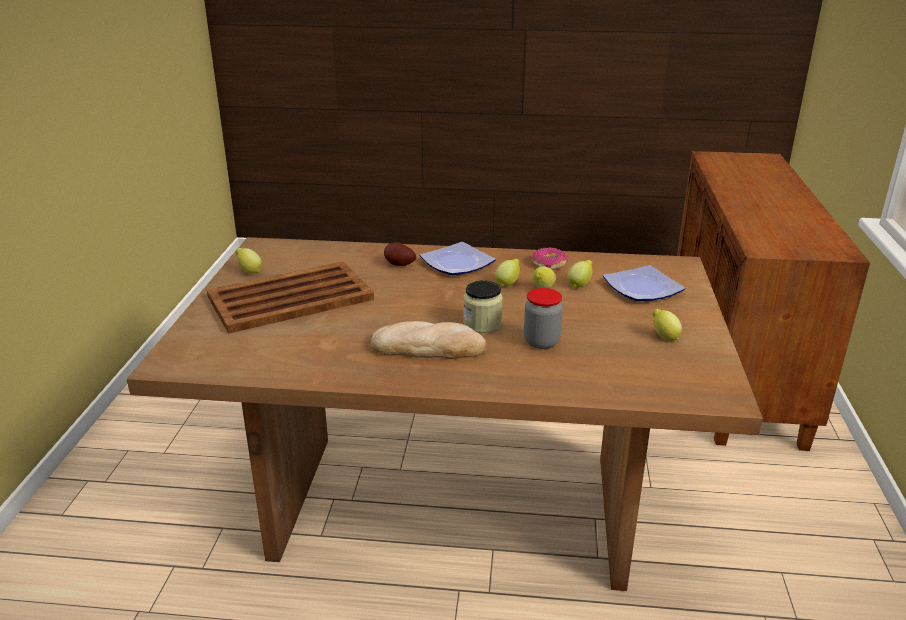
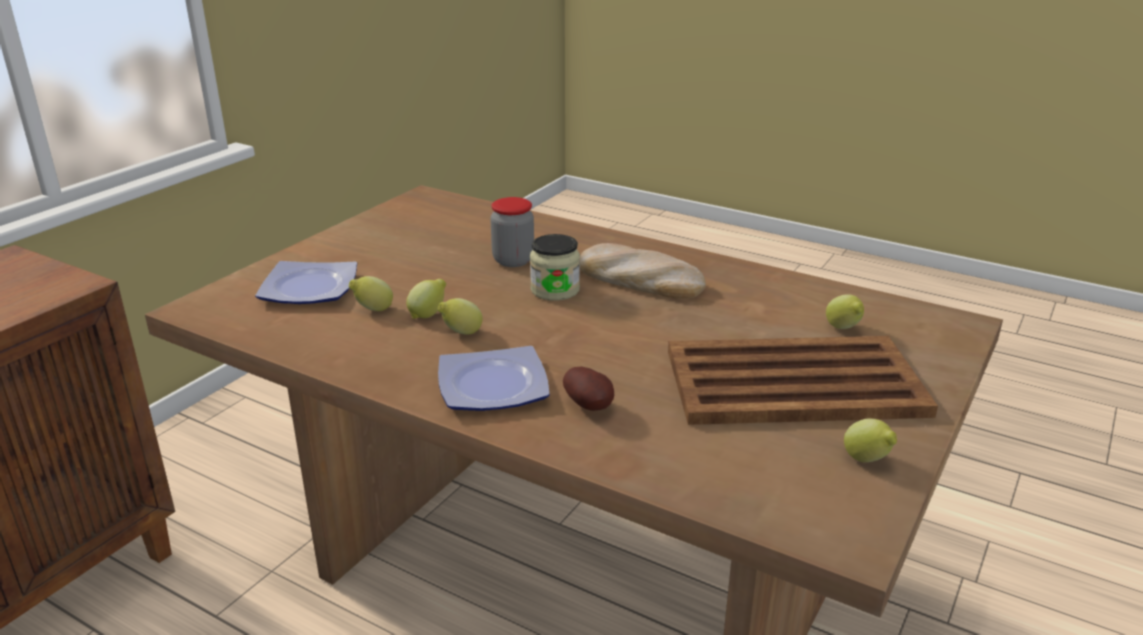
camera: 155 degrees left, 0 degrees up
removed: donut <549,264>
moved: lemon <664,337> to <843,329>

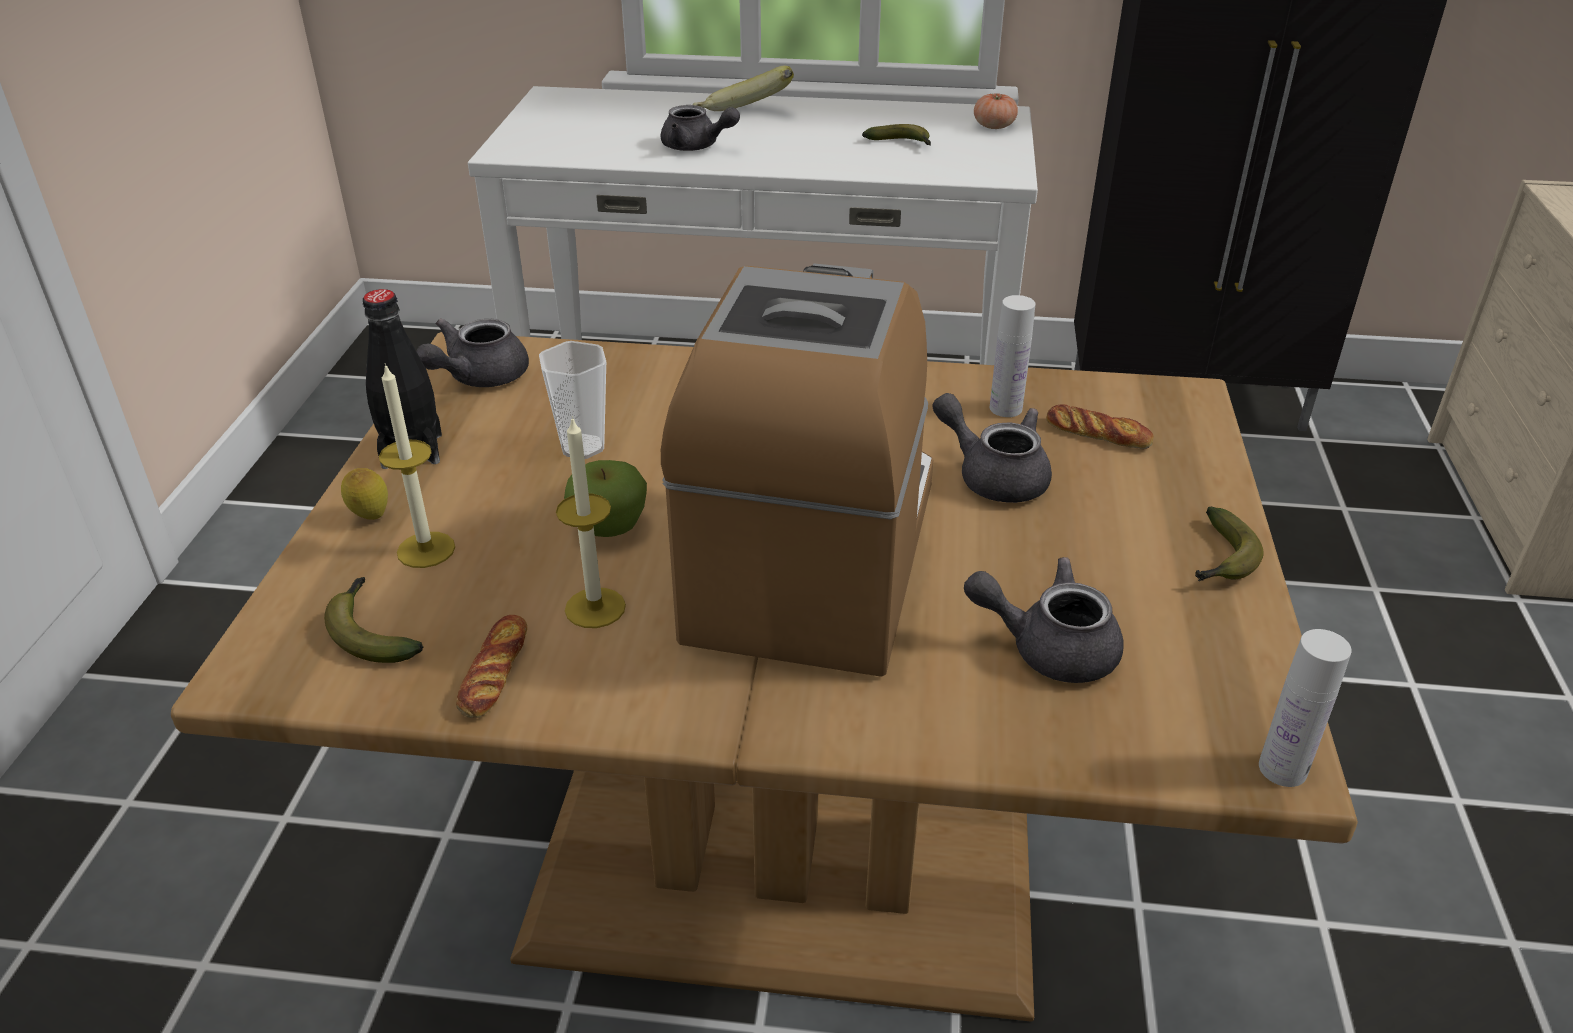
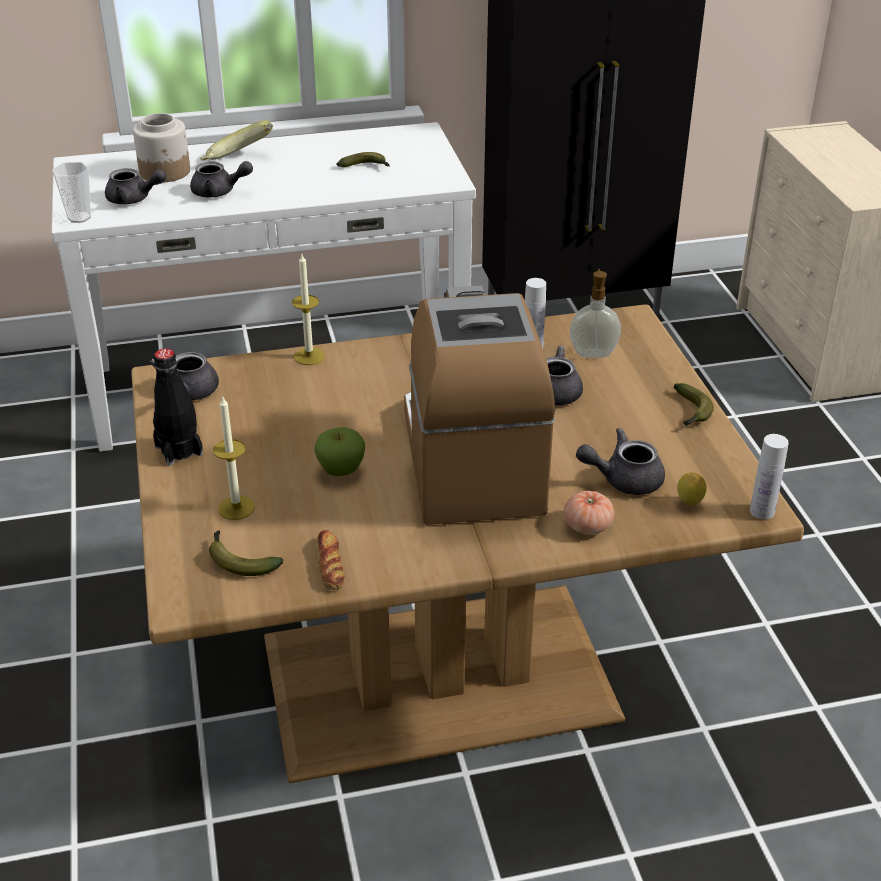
camera: 20 degrees left, 0 degrees up
added: grey teapot <134,199>; jar <165,172>
moved: lemon <370,518> to <689,504>; cup <582,447> to <79,218>; candle <595,608> to <309,356>; tomato <994,126> to <587,526>
replaced: bread <1098,434> to soap dispenser <593,353>

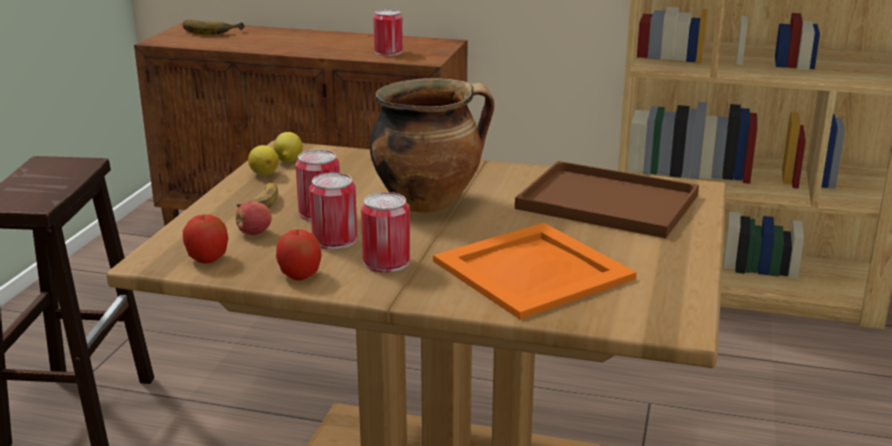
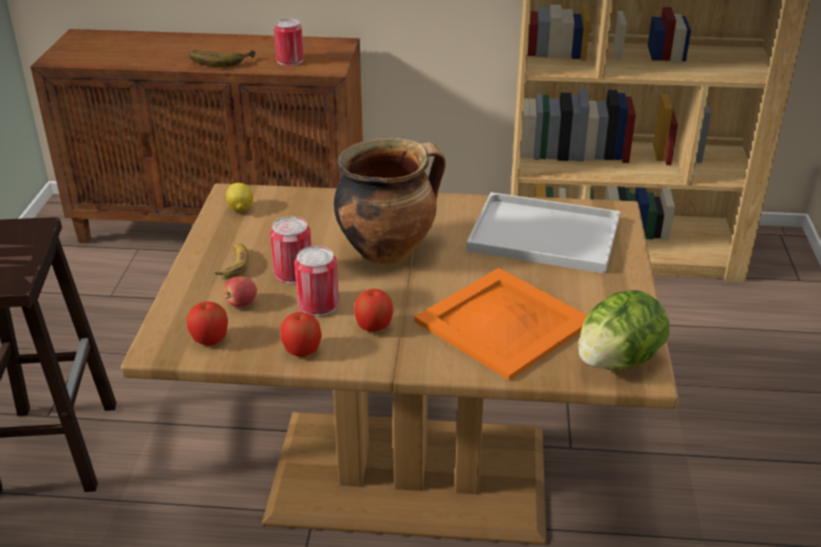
camera: 10 degrees left, 10 degrees up
removed: lemon <264,173>
added: lettuce <618,360>
moved: banana <211,30> to <220,59>
replaced: can <386,262> to apple <373,326>
recoloured: brown tray <611,202> to white tray <547,234>

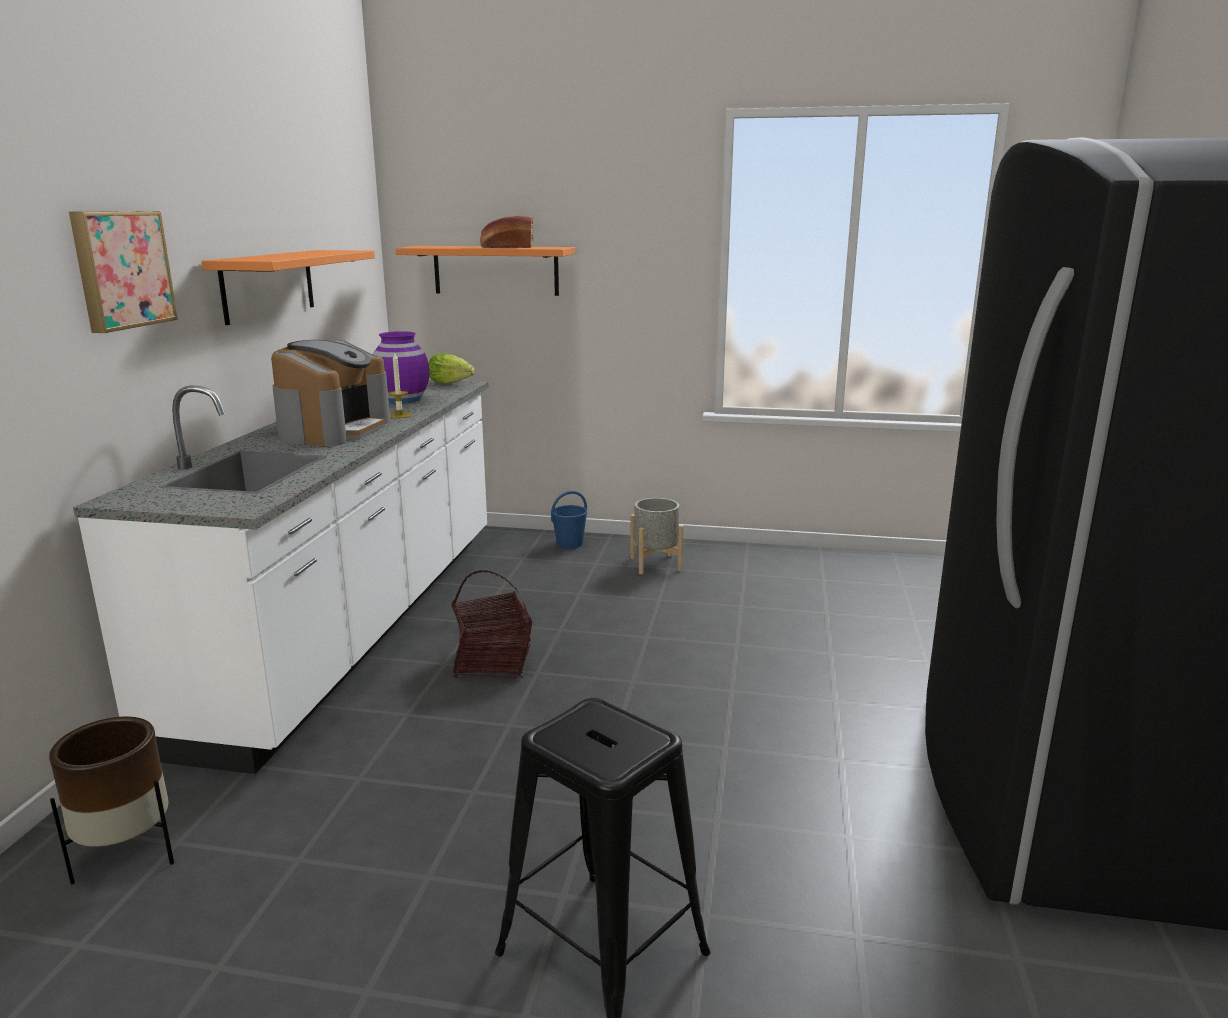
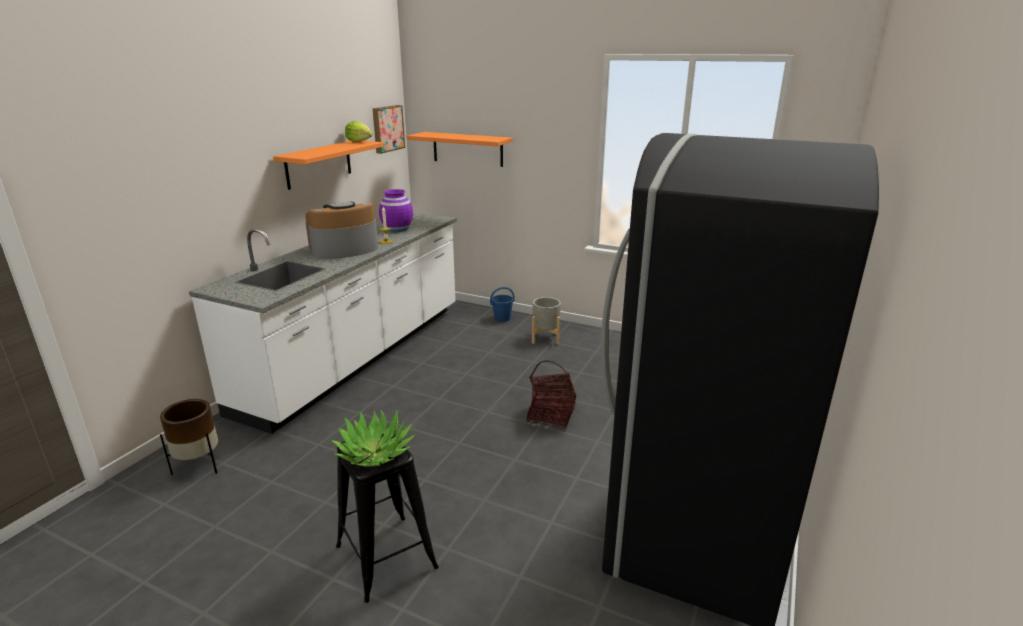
camera: 15 degrees right, 5 degrees up
removed: bread <506,247>
added: potted plant <375,453>
moved: picture <121,269> to <387,128>; lettuce <450,383> to <359,142>; basket <493,662> to <551,415>
turned: coffee machine <334,430> = <344,250> 150 degrees counterclockwise

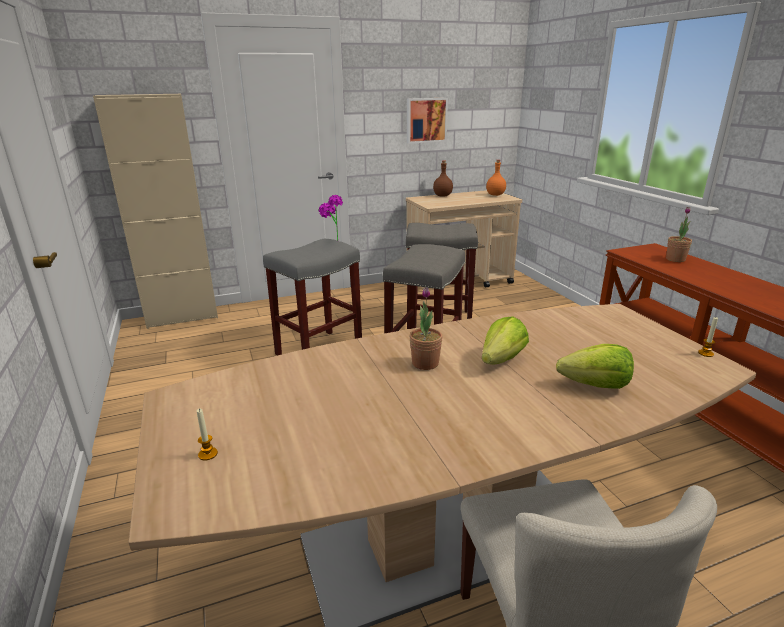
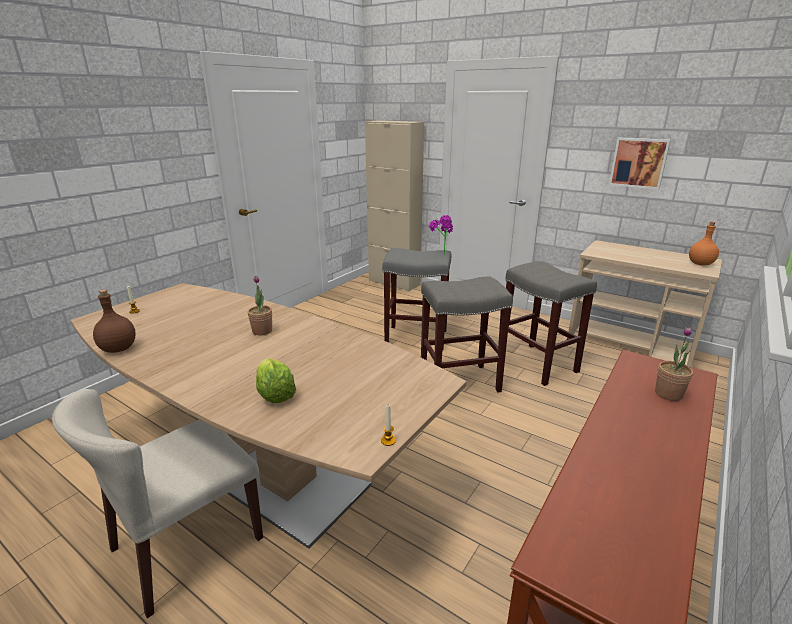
camera: 55 degrees right, 0 degrees up
removed: lettuce <501,360>
moved: brown bottle <443,195> to <119,349>

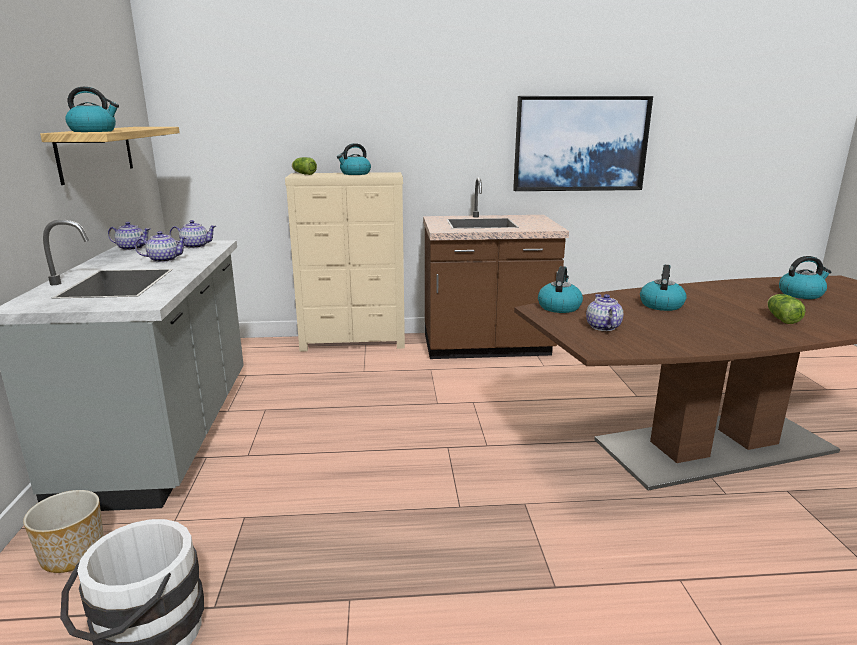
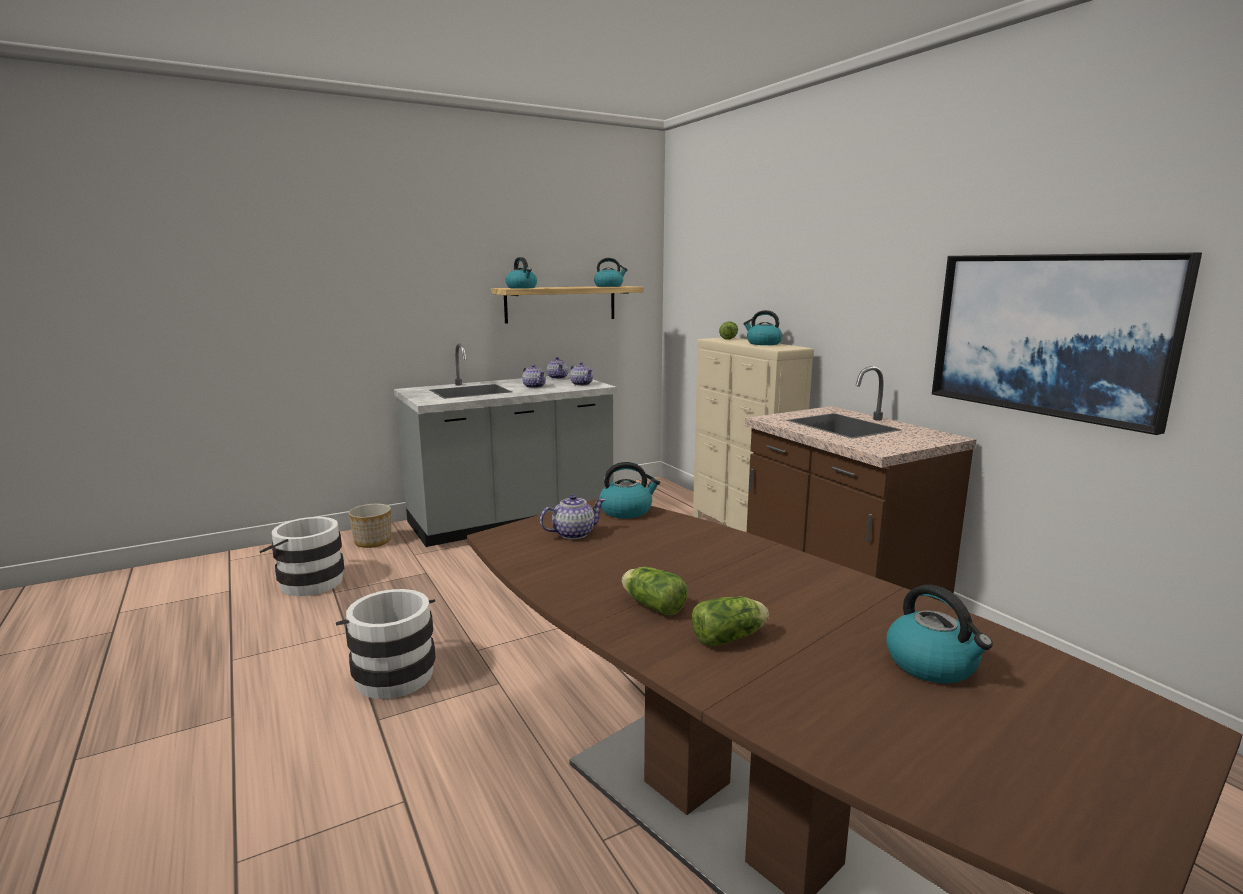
camera: 65 degrees right, 5 degrees down
added: white bucket <392,672>; lettuce <651,605>
moved: kettle <661,305> to <609,286>

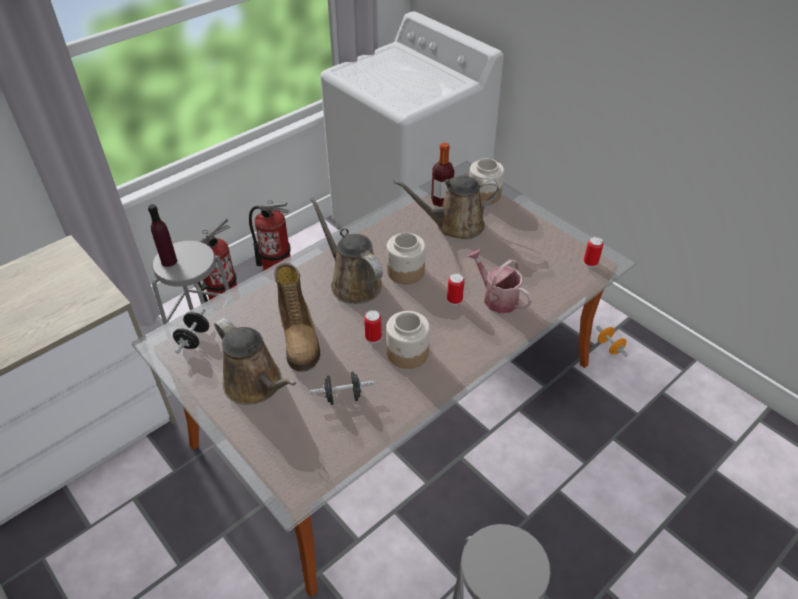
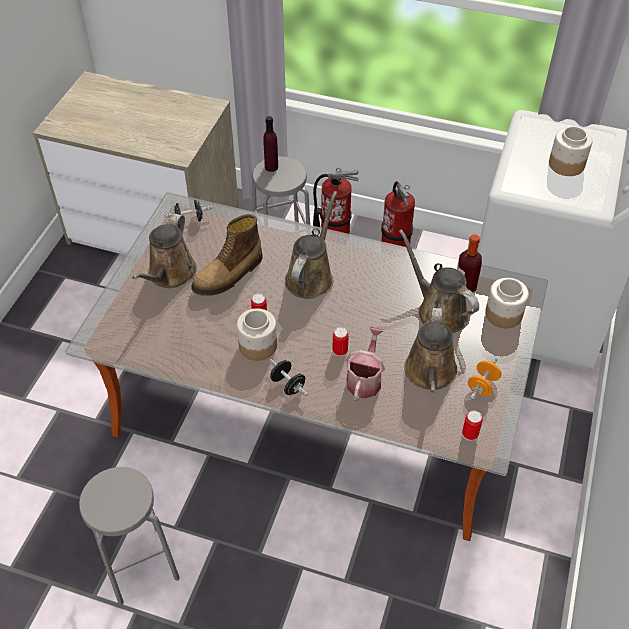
camera: 60 degrees right, 5 degrees up
added: brown watering can <430,373>
moved: black dumbbell <343,397> to <288,385>; jar <405,272> to <566,164>; orange dumbbell <609,347> to <482,386>

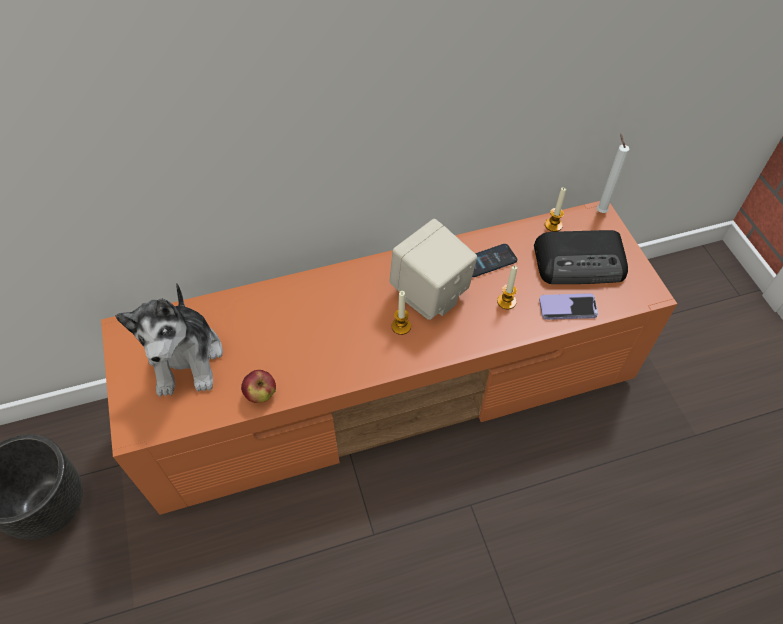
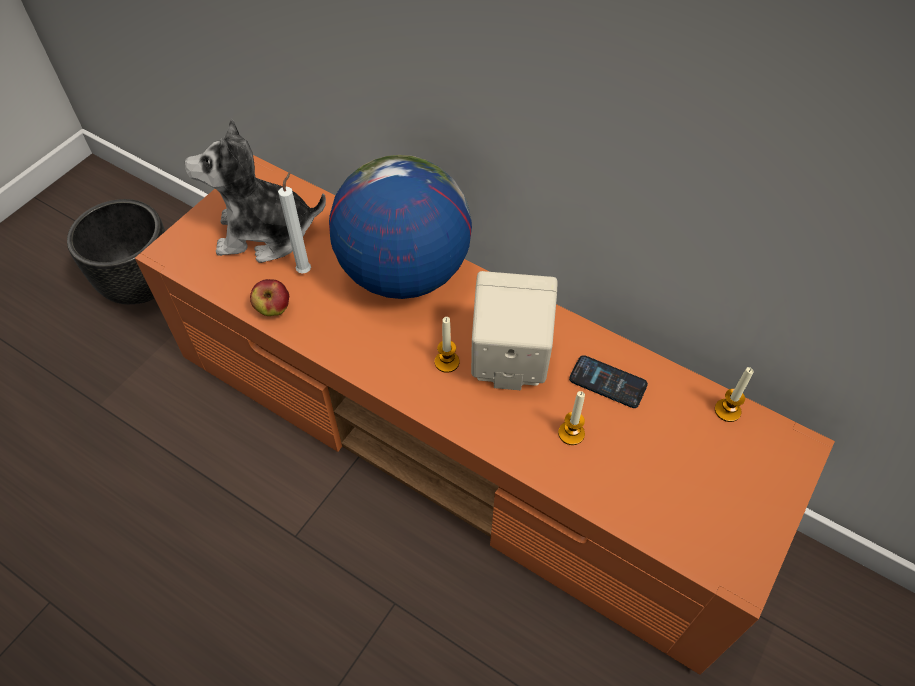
camera: 50 degrees right, 0 degrees up
removed: radio <581,262>; phone <568,308>
added: globe <403,273>
moved: white candle <600,210> to <305,270>
turned: plush toy <186,358> = <265,233> 45 degrees clockwise

